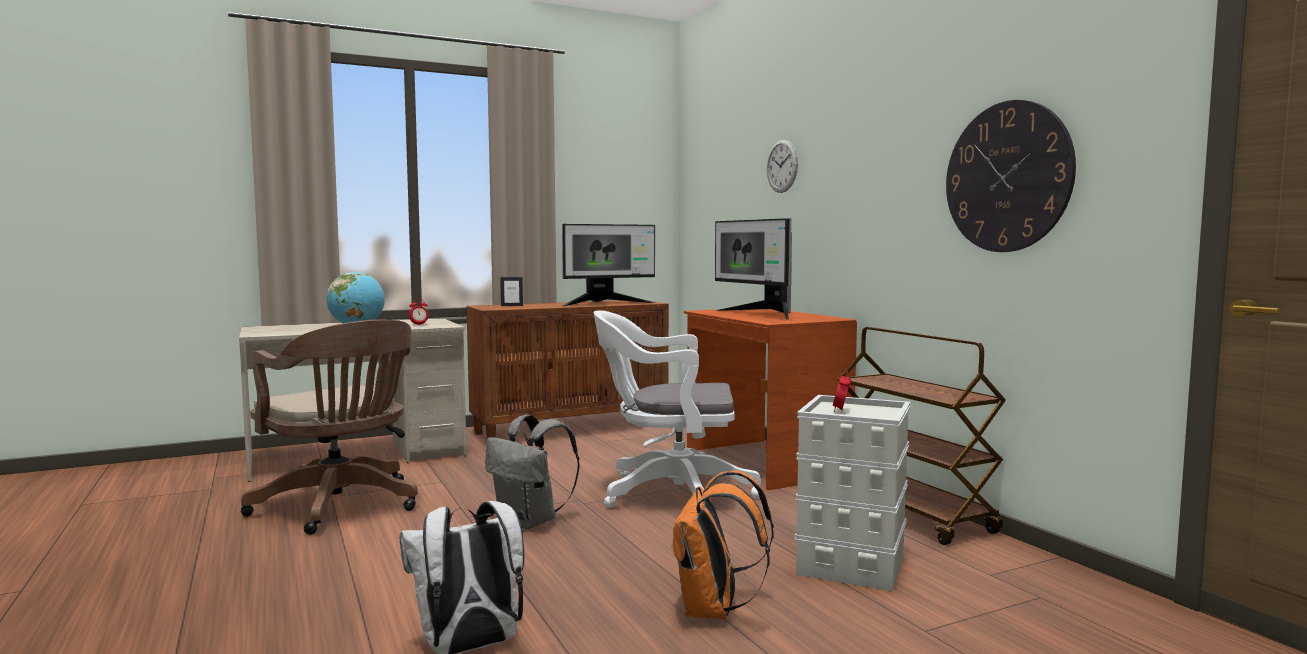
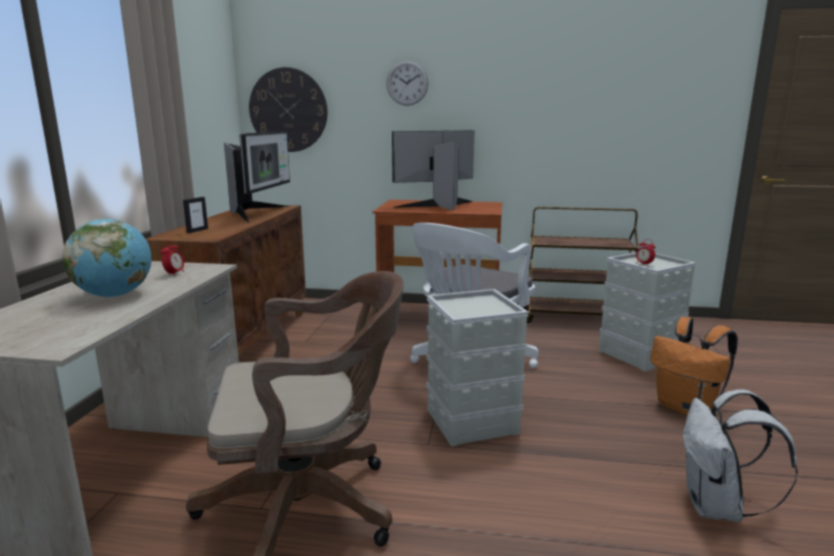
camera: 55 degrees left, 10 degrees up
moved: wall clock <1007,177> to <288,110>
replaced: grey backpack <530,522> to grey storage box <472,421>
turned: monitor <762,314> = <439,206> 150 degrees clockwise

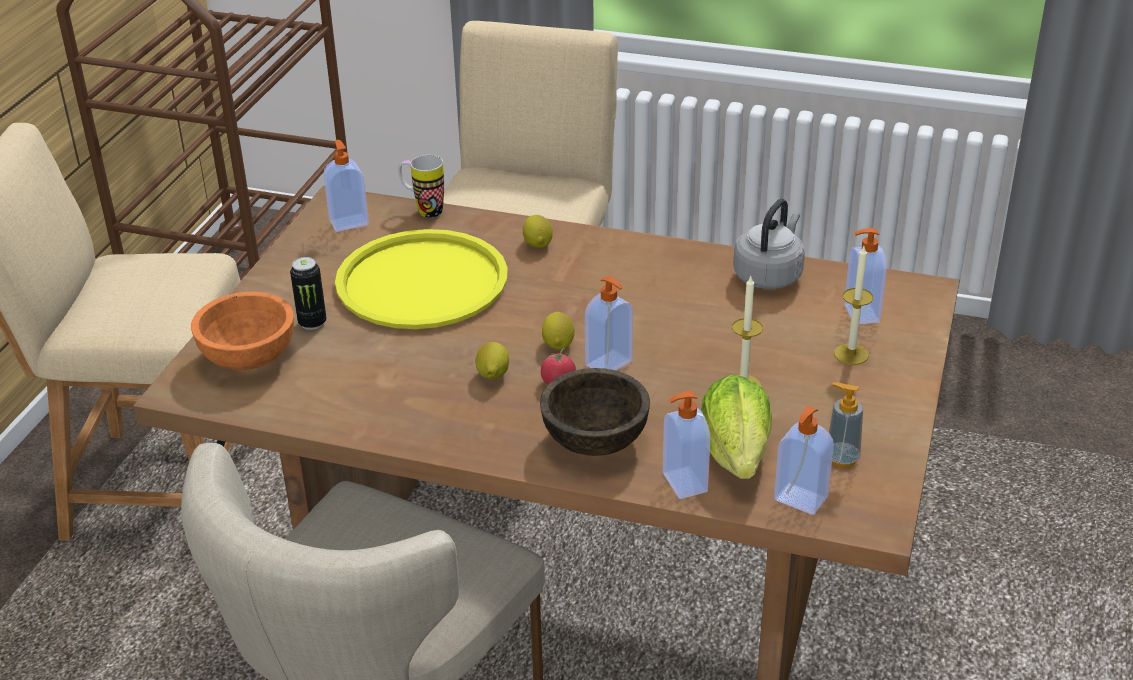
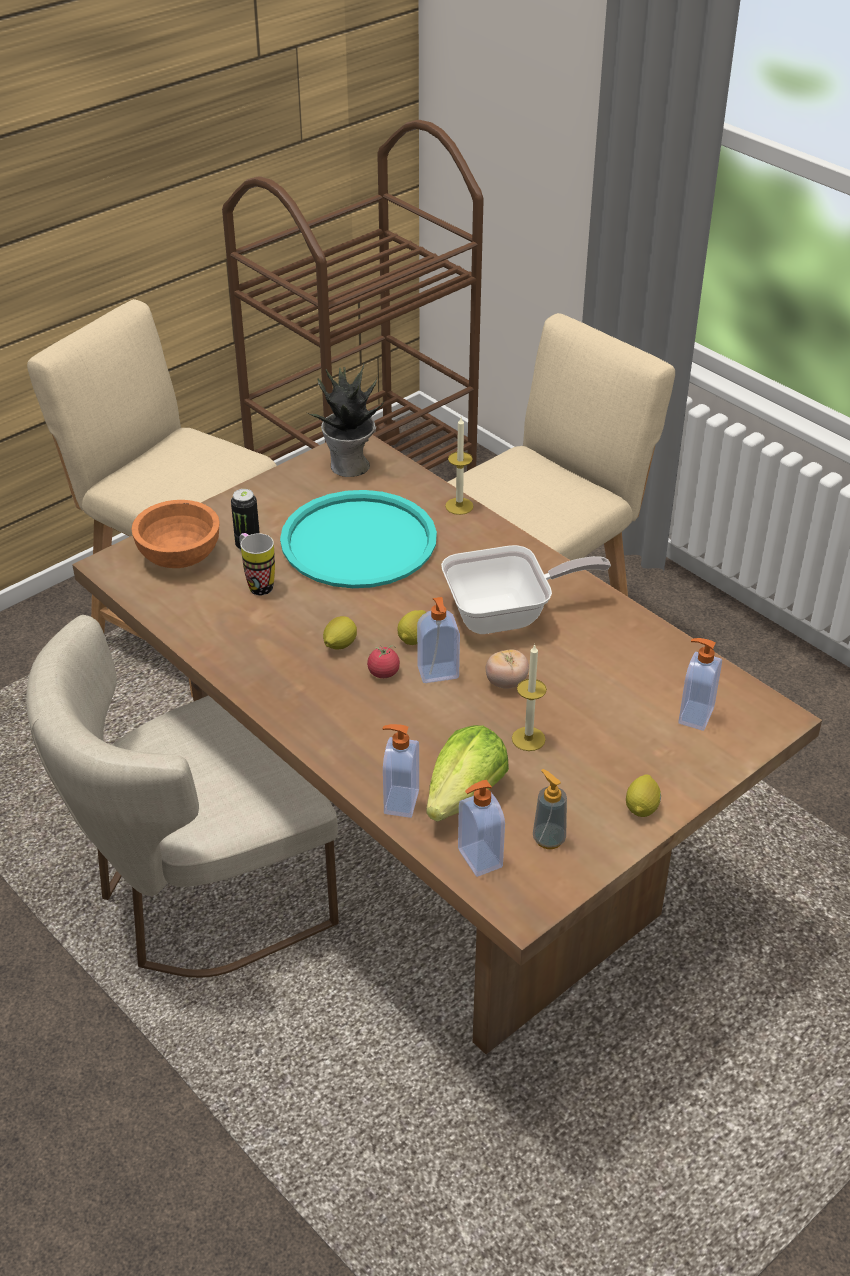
camera: 30 degrees right, 5 degrees up
removed: brown bowl <594,439>; grey kettle <769,275>
added: frying pan <507,615>; tomato <506,682>
moved: mug <423,210> to <257,584>; lemon <538,243> to <642,808>; candle <851,354> to <459,506>
replaced: soap dispenser <348,222> to potted plant <349,467>
recoloured: yellow tray <422,282> to turquoise tray <358,541>

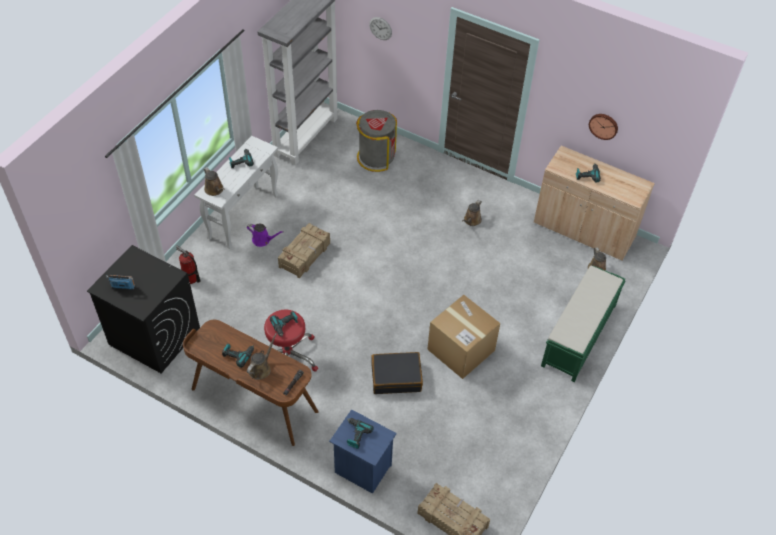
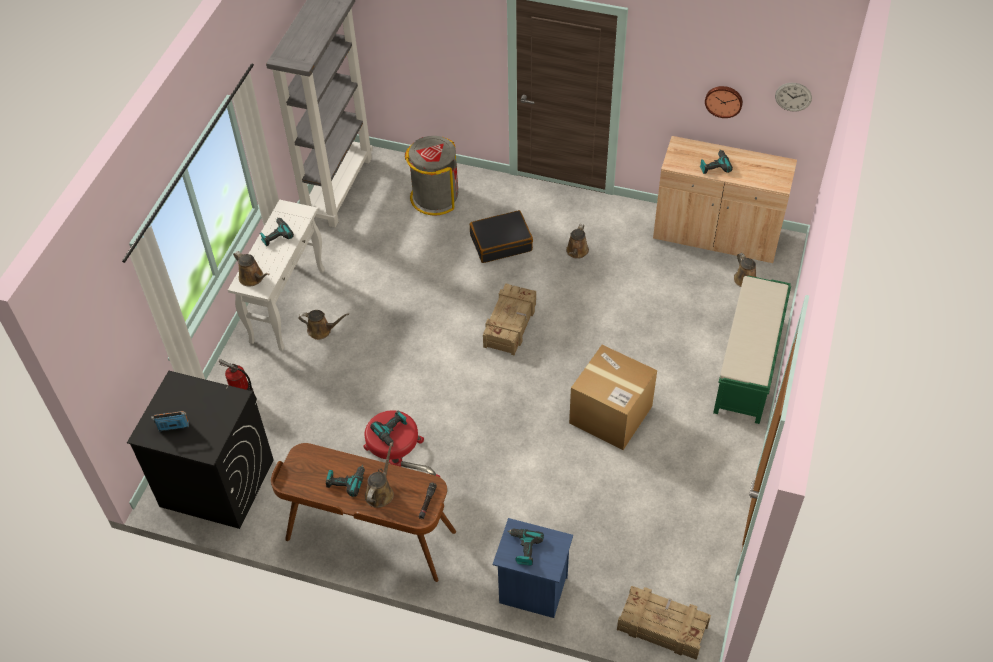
camera: 10 degrees left, 0 degrees up
moved: crate <305,255> to <510,325>; wall clock <380,28> to <793,97>; black suitcase <396,377> to <501,242>
recoloured: purple watering can <263,240> to brown watering can <322,330>

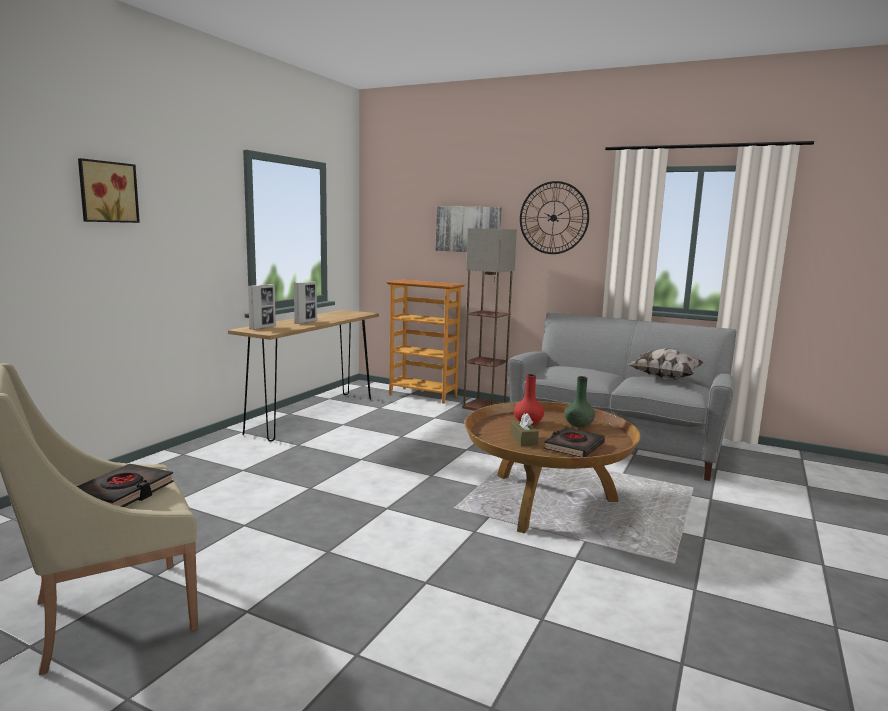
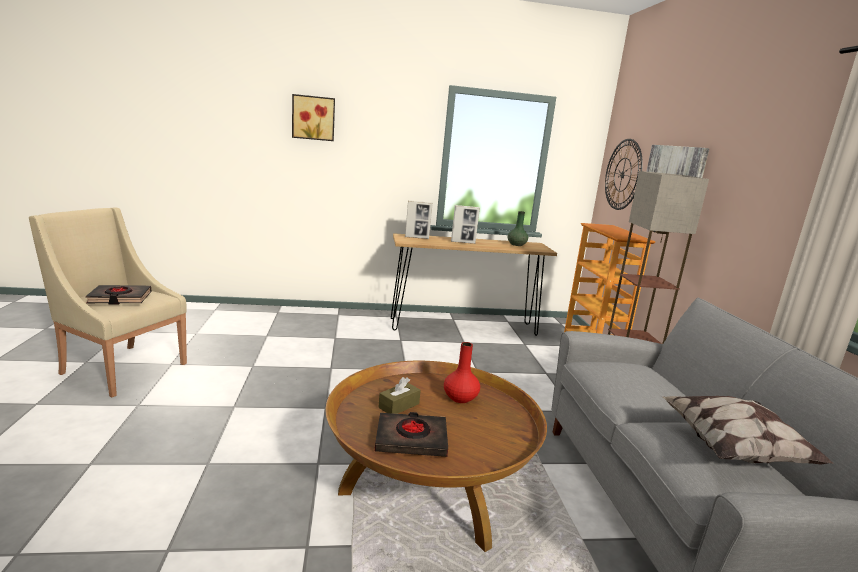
camera: 55 degrees right, 5 degrees up
moved: wall clock <553,218> to <622,174>; green vase <579,424> to <517,244>

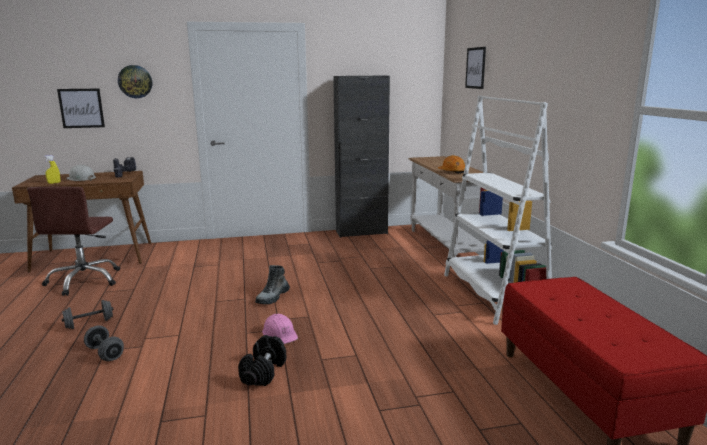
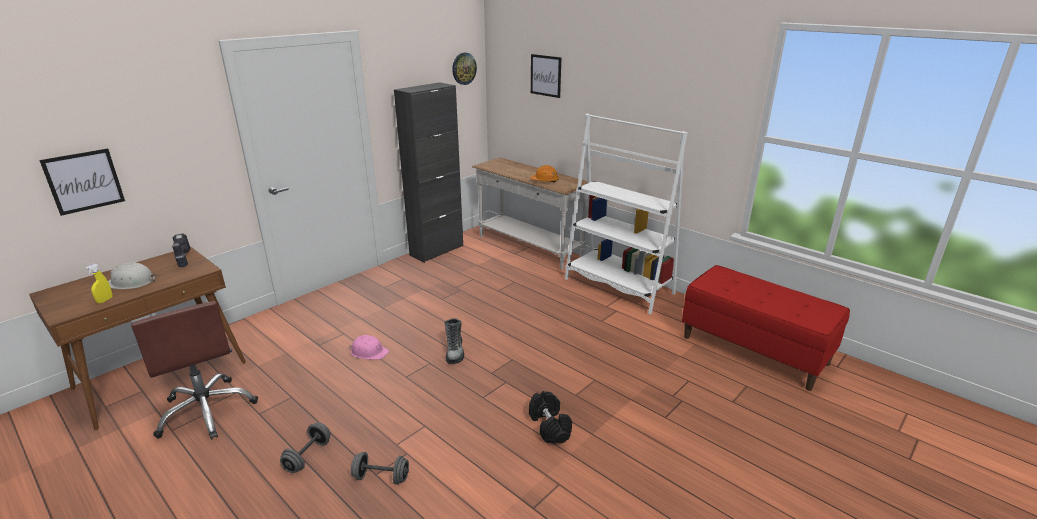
camera: 35 degrees left, 10 degrees up
moved: wall clock <135,81> to <463,68>; pink hard hat <280,334> to <369,352>

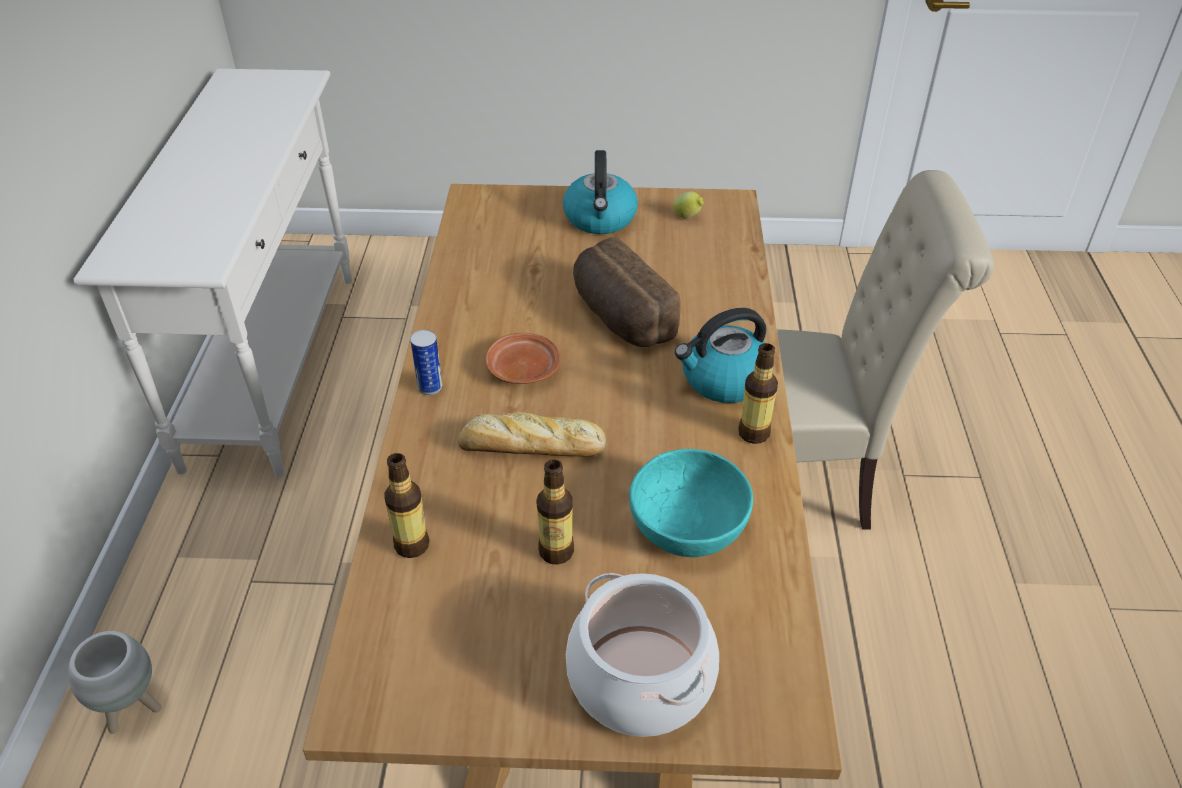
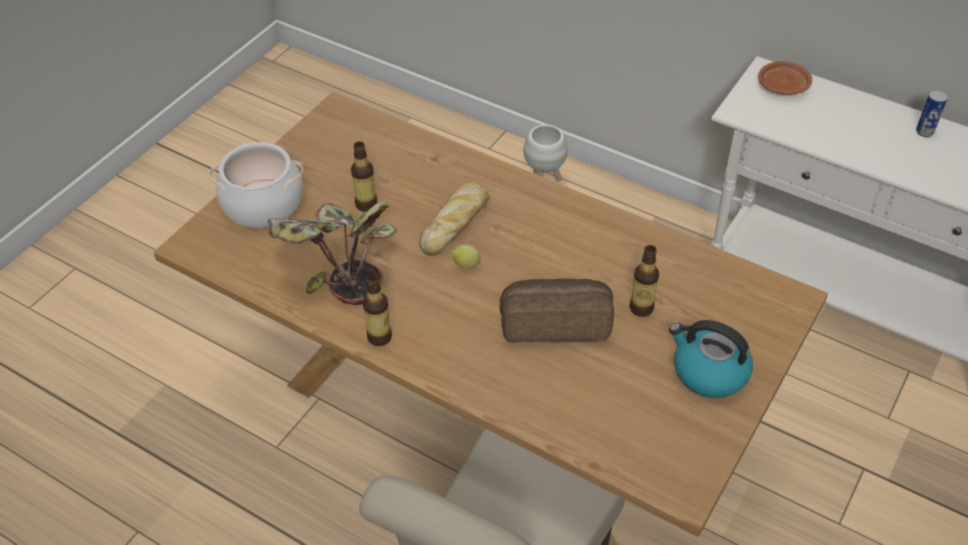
camera: 120 degrees right, 5 degrees up
removed: kettle <724,380>
moved: bottle <412,545> to <641,308>; can <430,387> to <924,132>; brown plate <522,369> to <783,86>; lemon <688,217> to <465,266>
replaced: turquoise bowl <688,525> to potted plant <335,266>

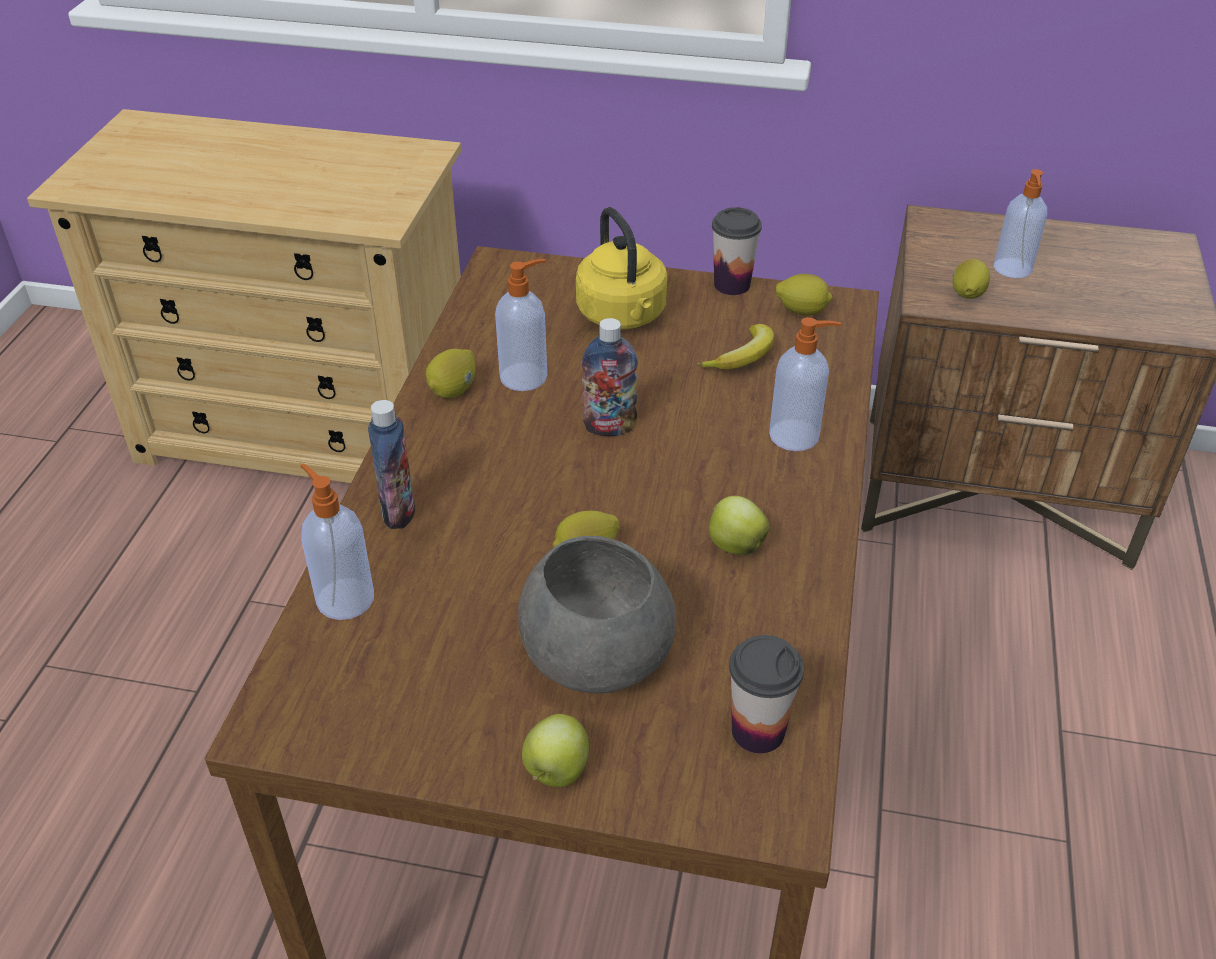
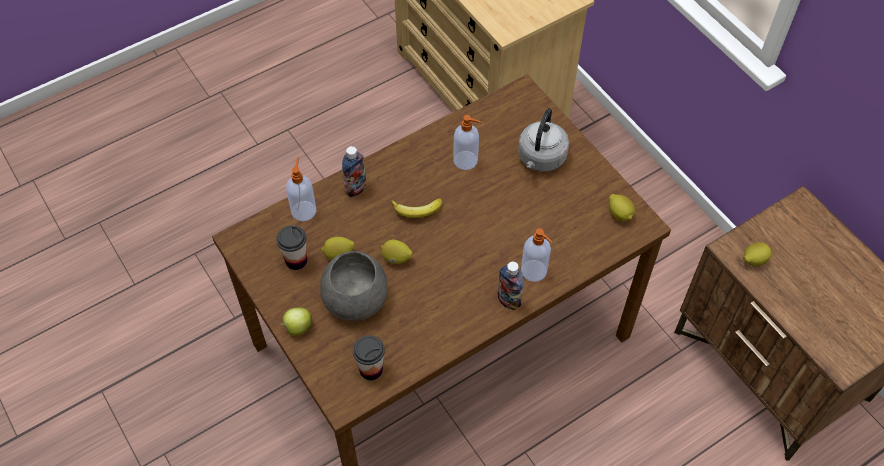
camera: 45 degrees right, 15 degrees up
removed: apple <734,545>; soap dispenser <1012,269>
moved: lemon <453,390> to <339,255>; bottle <609,427> to <508,300>; banana <743,357> to <417,211>; cup <732,285> to <296,260>
recoloured: yellow kettle <623,316> to grey kettle <540,159>

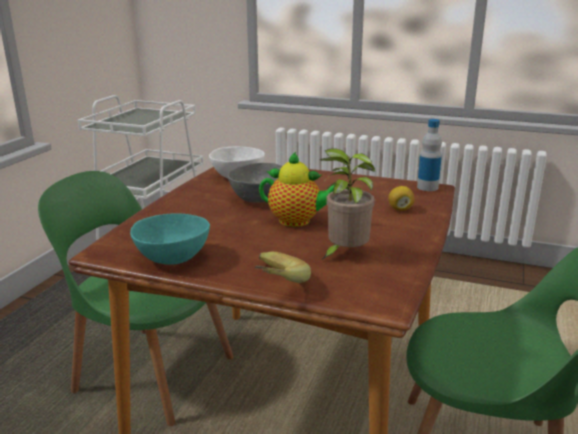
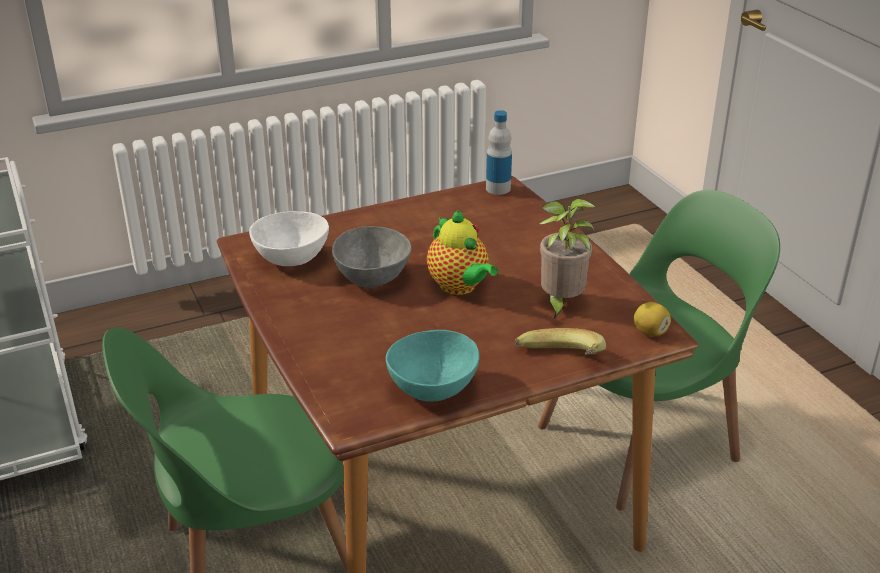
camera: 45 degrees left, 10 degrees up
moved: lemon <400,209> to <650,332>
turned: teapot <298,221> = <460,287> 90 degrees clockwise

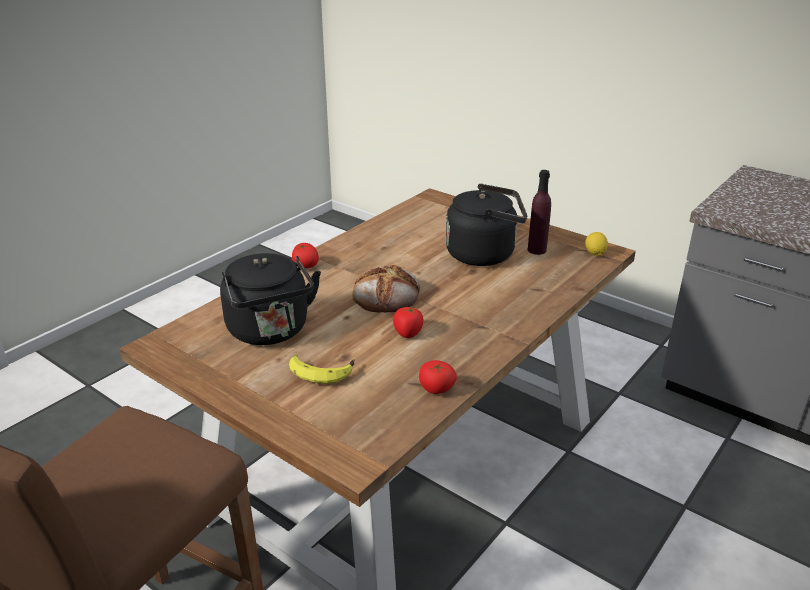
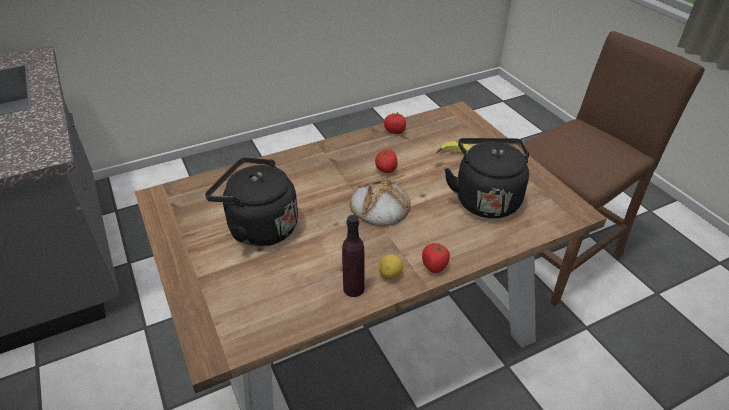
camera: 155 degrees left, 10 degrees up
moved: purple bottle <537,250> to <353,288>; lemon <595,253> to <390,274>

